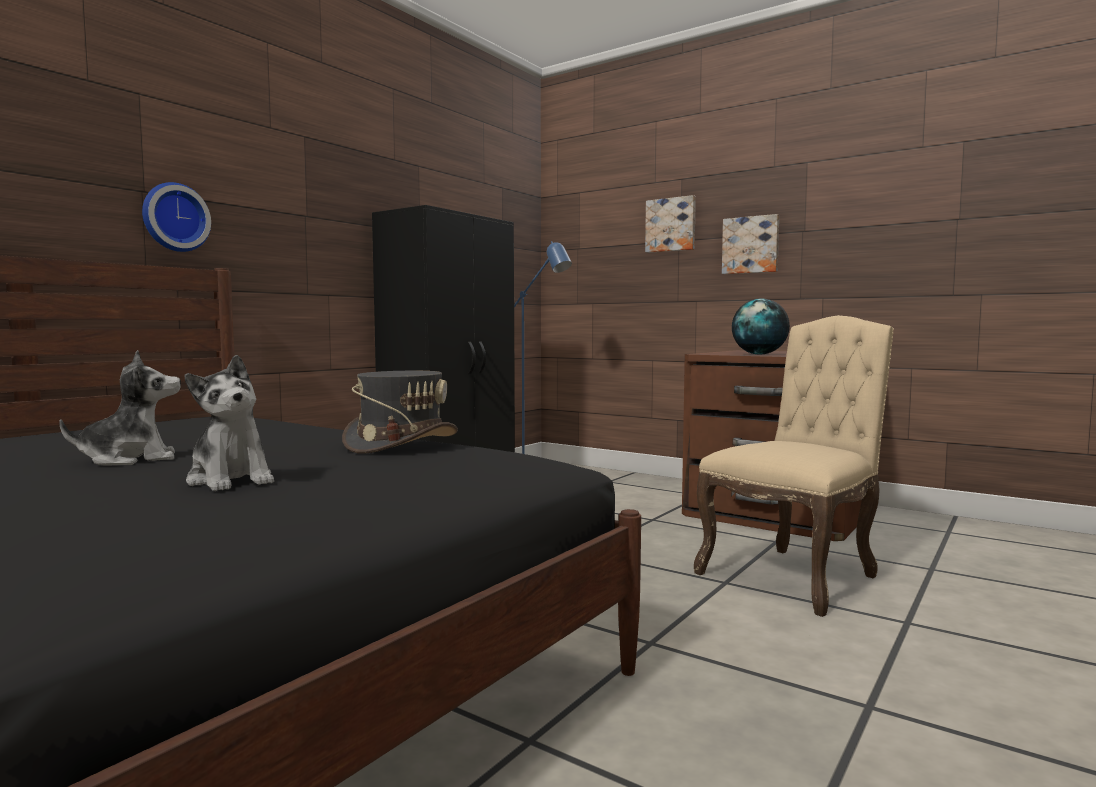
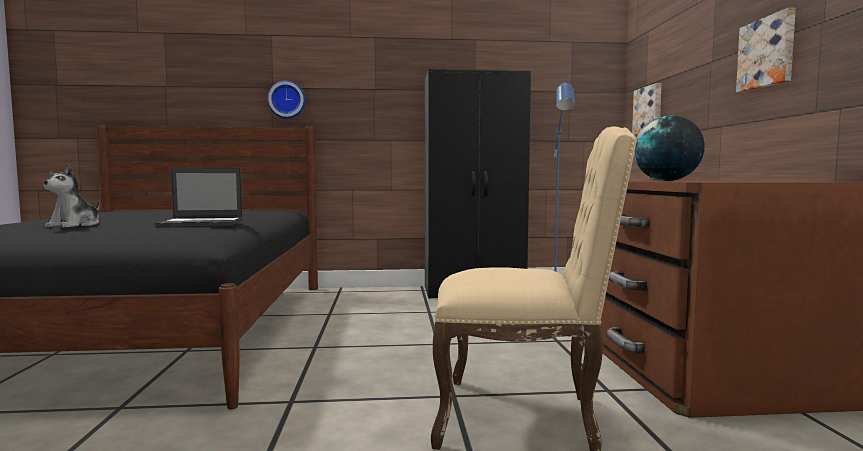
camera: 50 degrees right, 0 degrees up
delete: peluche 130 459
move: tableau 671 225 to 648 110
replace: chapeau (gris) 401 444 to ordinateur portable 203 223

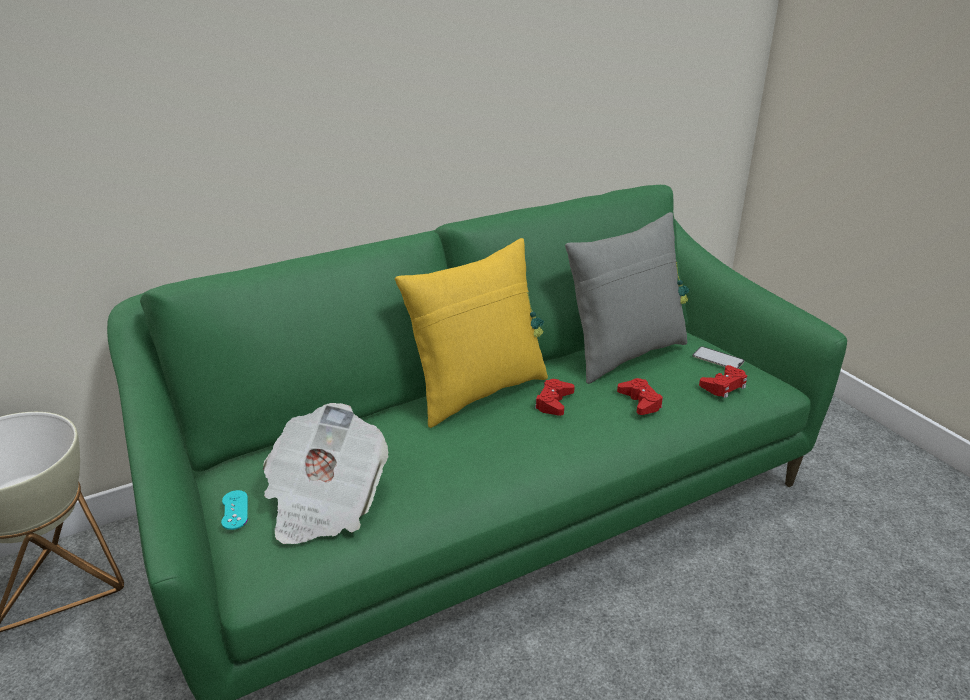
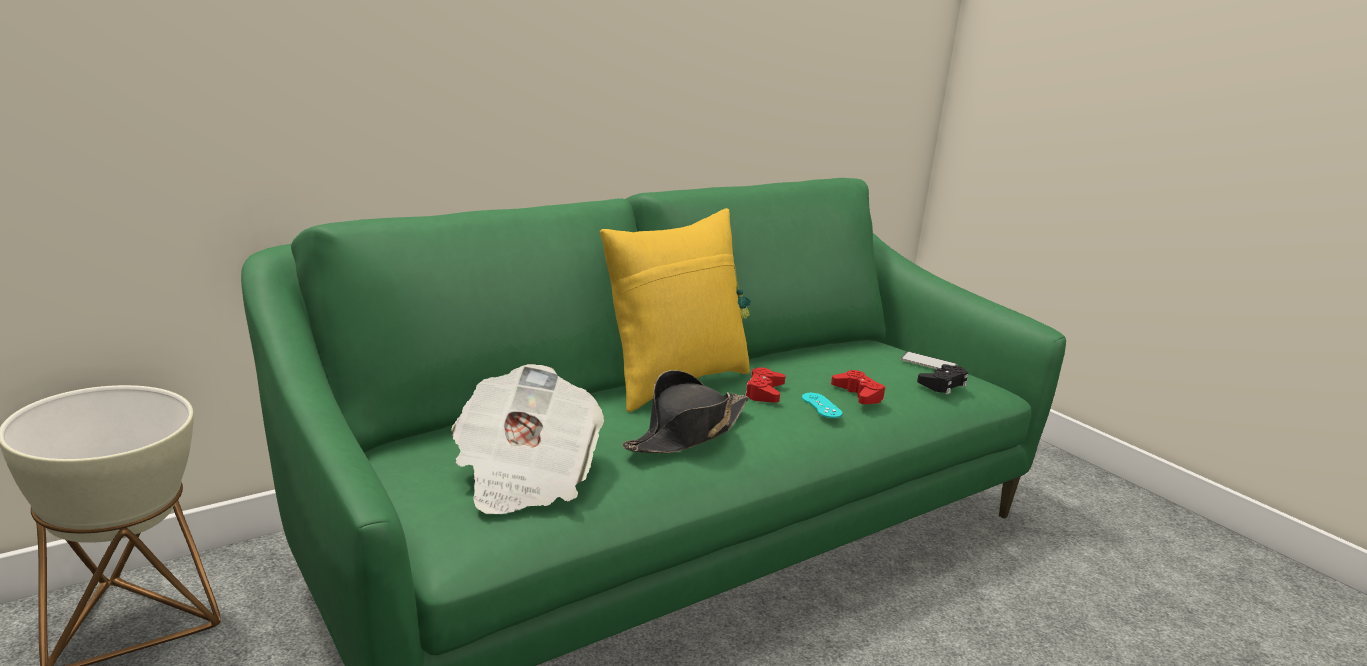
camera: 10 degrees left, 10 degrees down
delete: coussin (gris) 624 355
insert: chapeau (noir) 687 433
move: manette (turquoise) 234 510 to 821 406
recolor: manette (rouge) 723 386 to manette (noir) 943 384

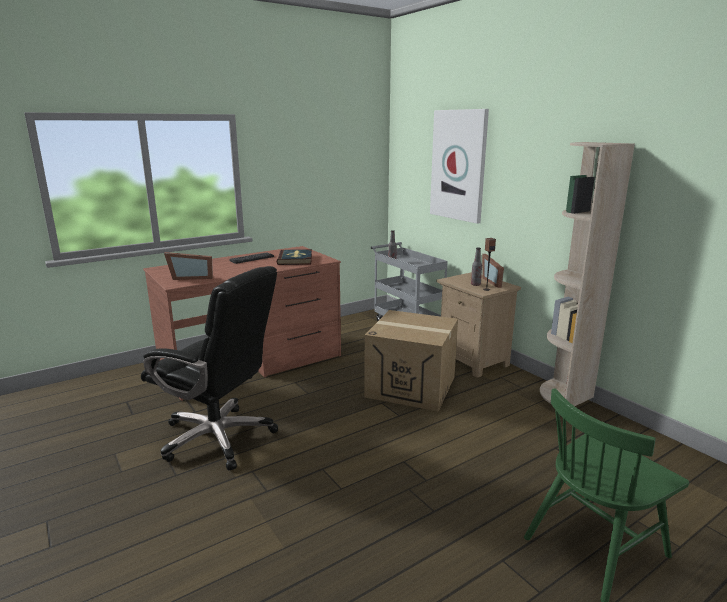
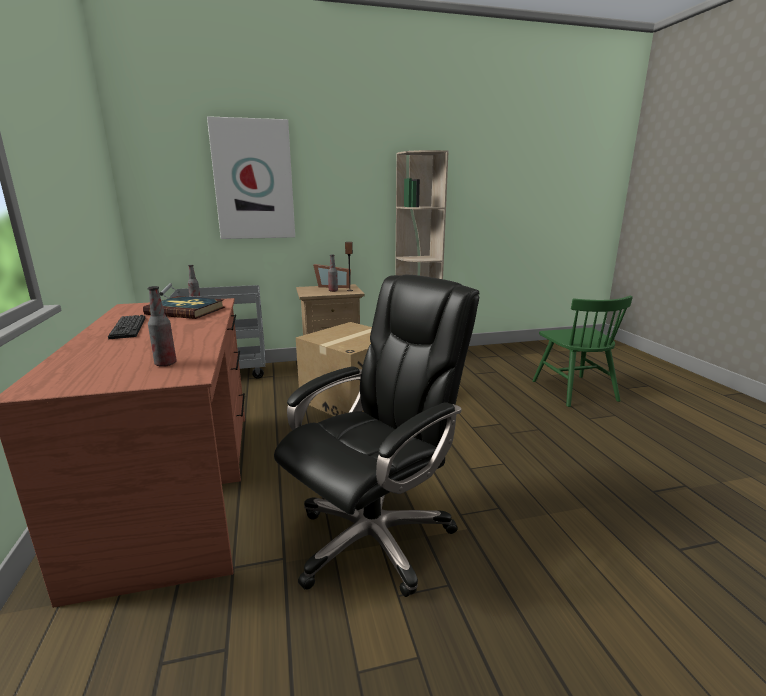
camera: 70 degrees left, 0 degrees up
replace: cadre photo 191 277 to bouteille 165 364

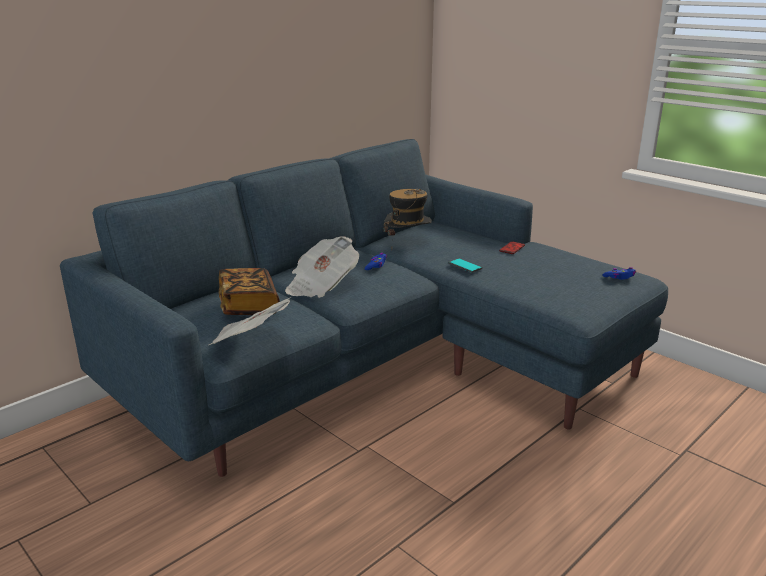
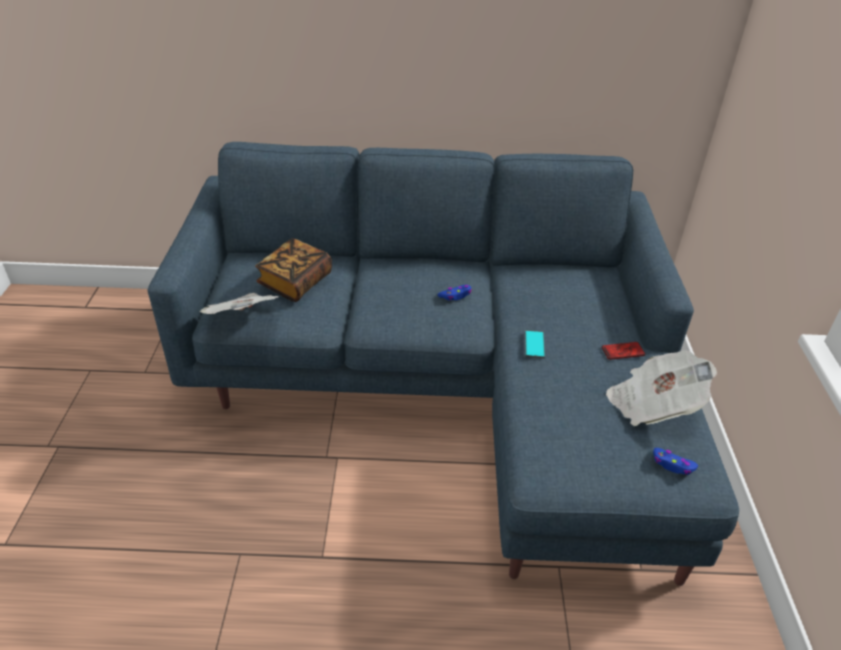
camera: 45 degrees right, 15 degrees up
delete: chapeau 407 244
move: journal 321 286 to 653 405

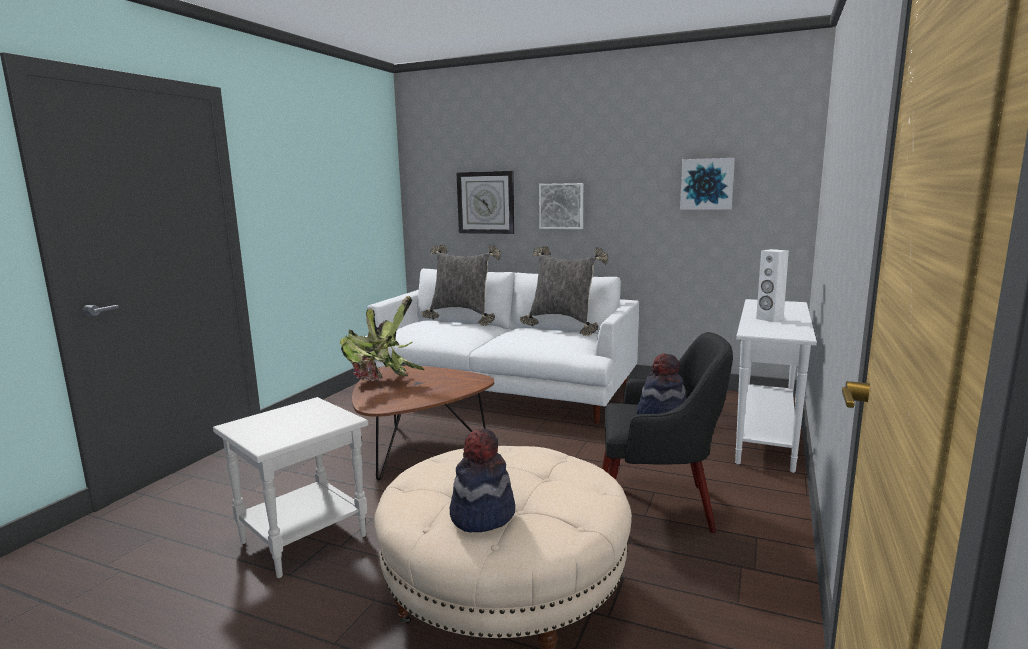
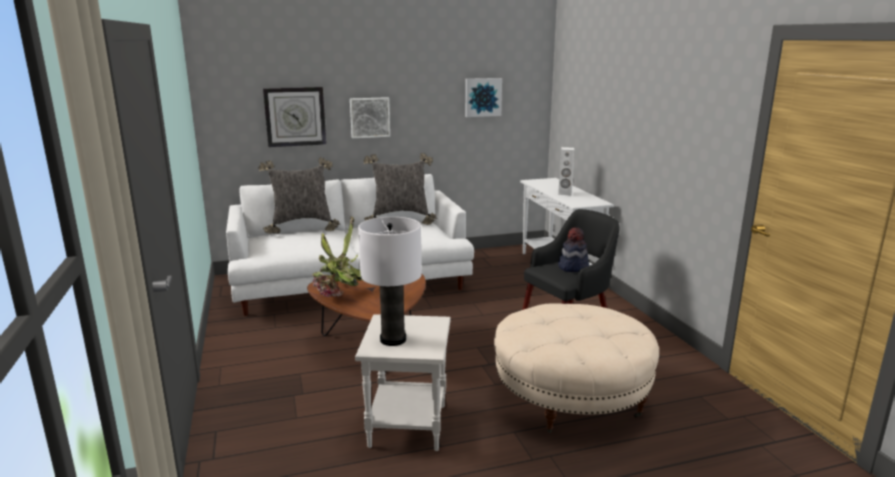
camera: 40 degrees left, 5 degrees up
delete: chapeau 481 514
insert: lampe de table (blanc) 393 340

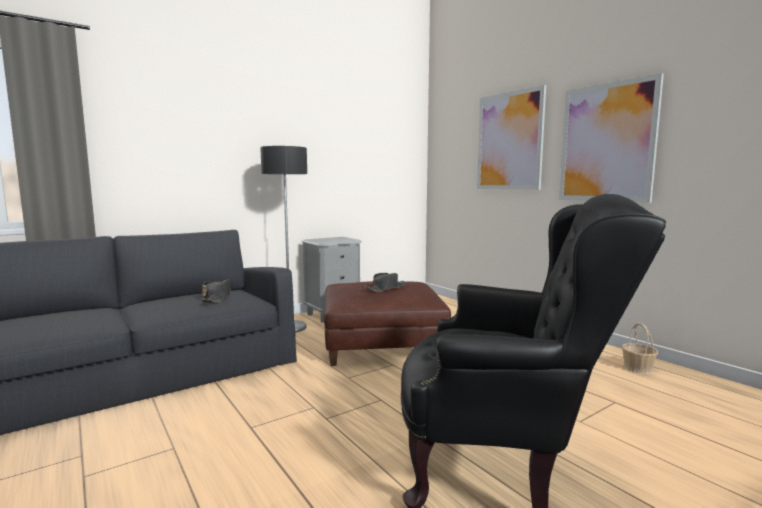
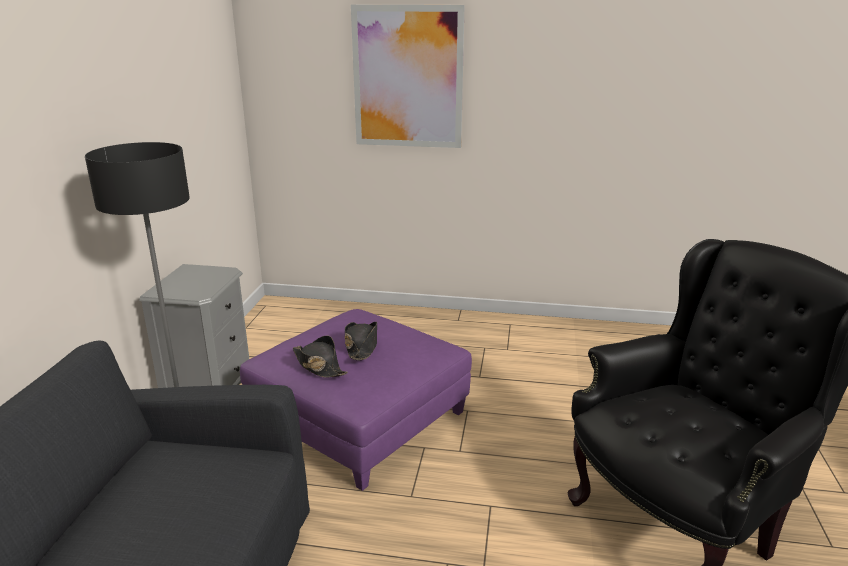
camera: 45 degrees left, 15 degrees up
delete: tableau 606 143; panier 637 368
move: chapeau (noir) 217 298 to 318 366
recolor: pouf (marron) 381 343 to pouf (violet) 359 419

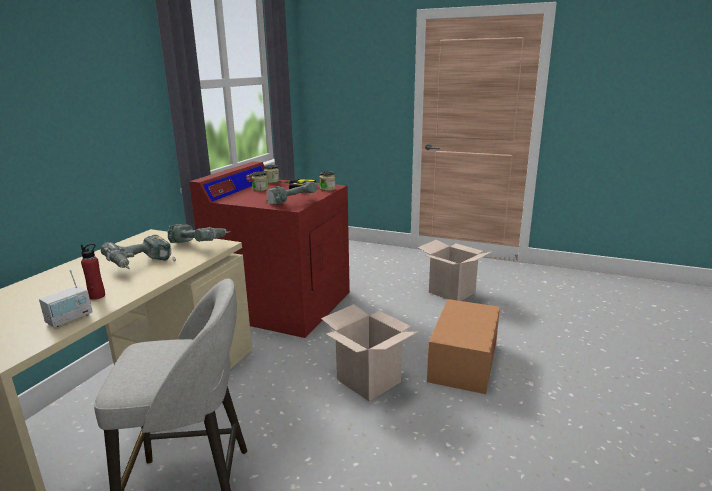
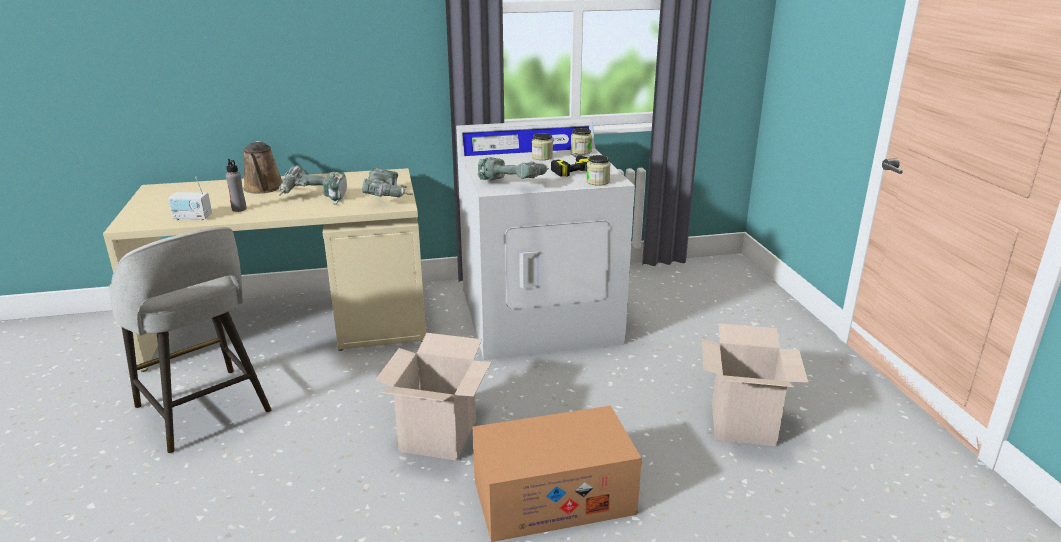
camera: 55 degrees right, 5 degrees up
insert: arrosoir (marron) 263 188
recolor: bouteille (rouge) 97 296 to bouteille (gris) 239 209; lave-linge (rouge) 282 303 to lave-linge (blanc) 539 315

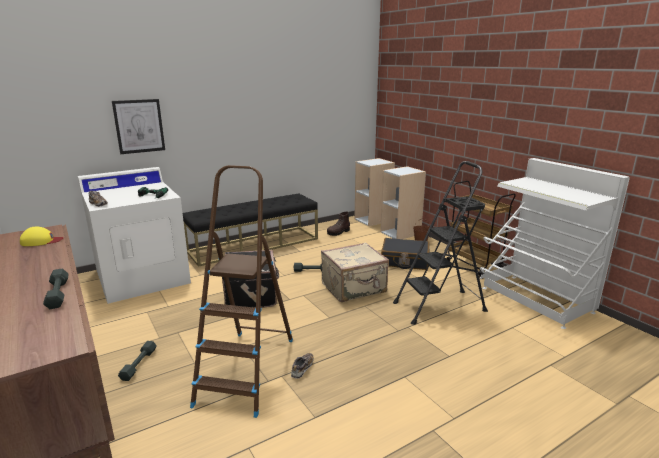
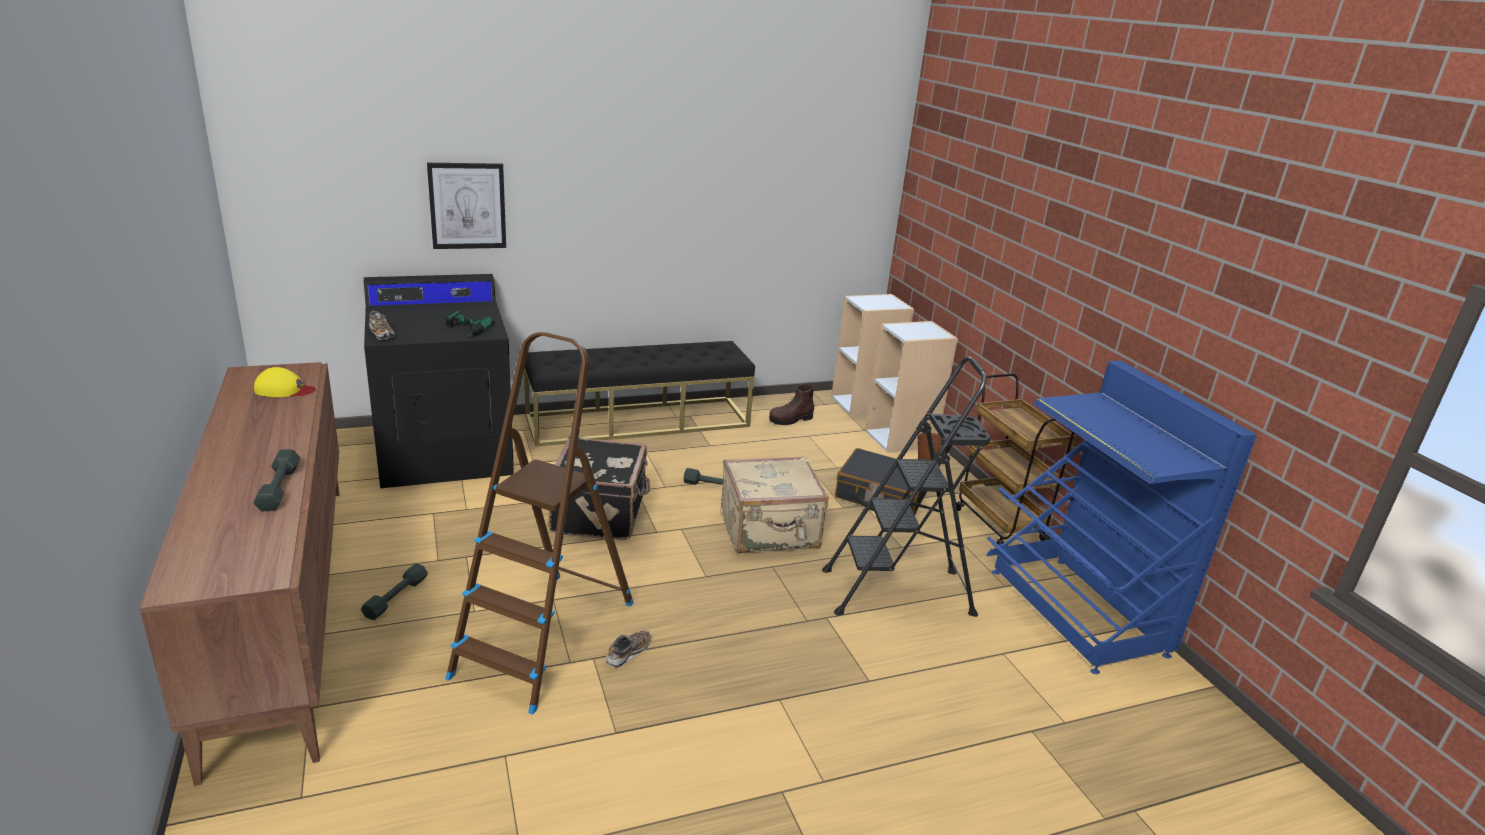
camera: 10 degrees right, 5 degrees up
recolor: lave-linge (blanc) 143 276 to lave-linge (noir) 445 450; étagère à chaussures (blanc) 533 300 to étagère à chaussures (bleu) 1070 612

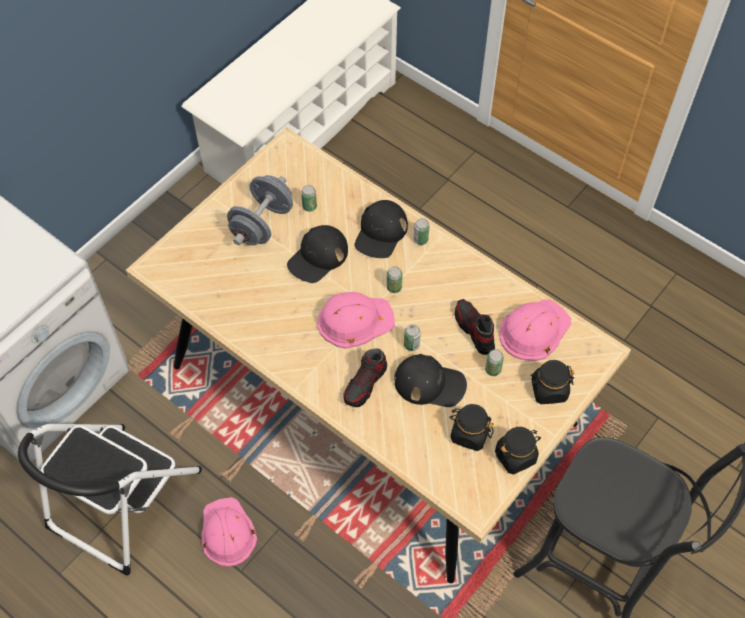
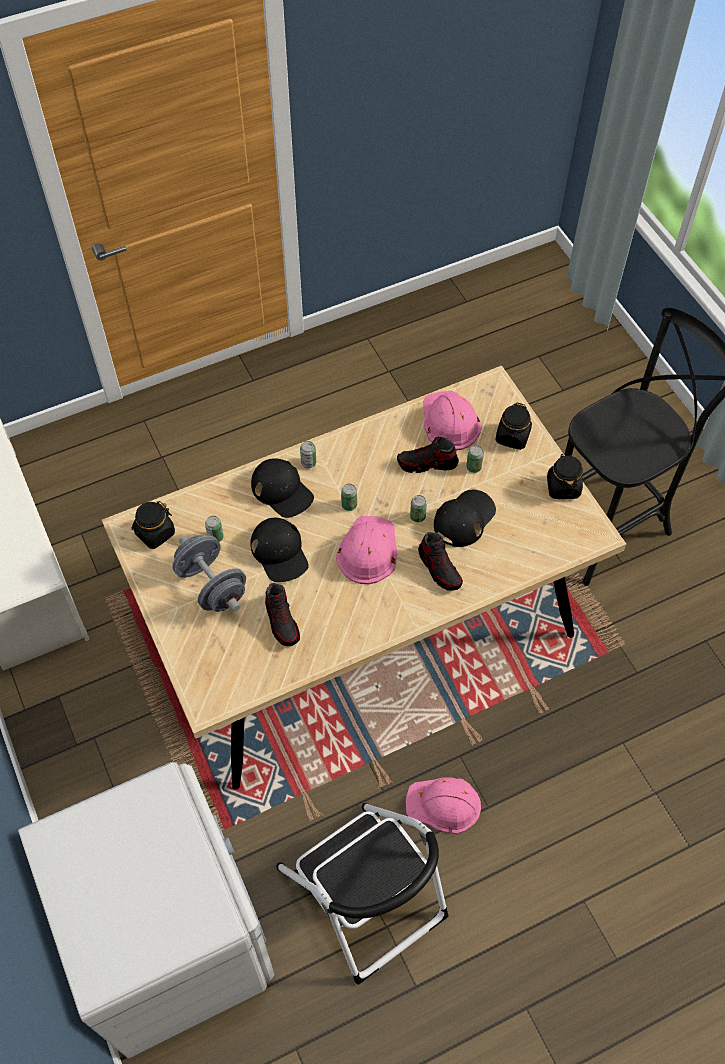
camera: 65 degrees left, 0 degrees up
insert: chaussure 282 621
move: bocal (noir) 469 434 to 155 533

